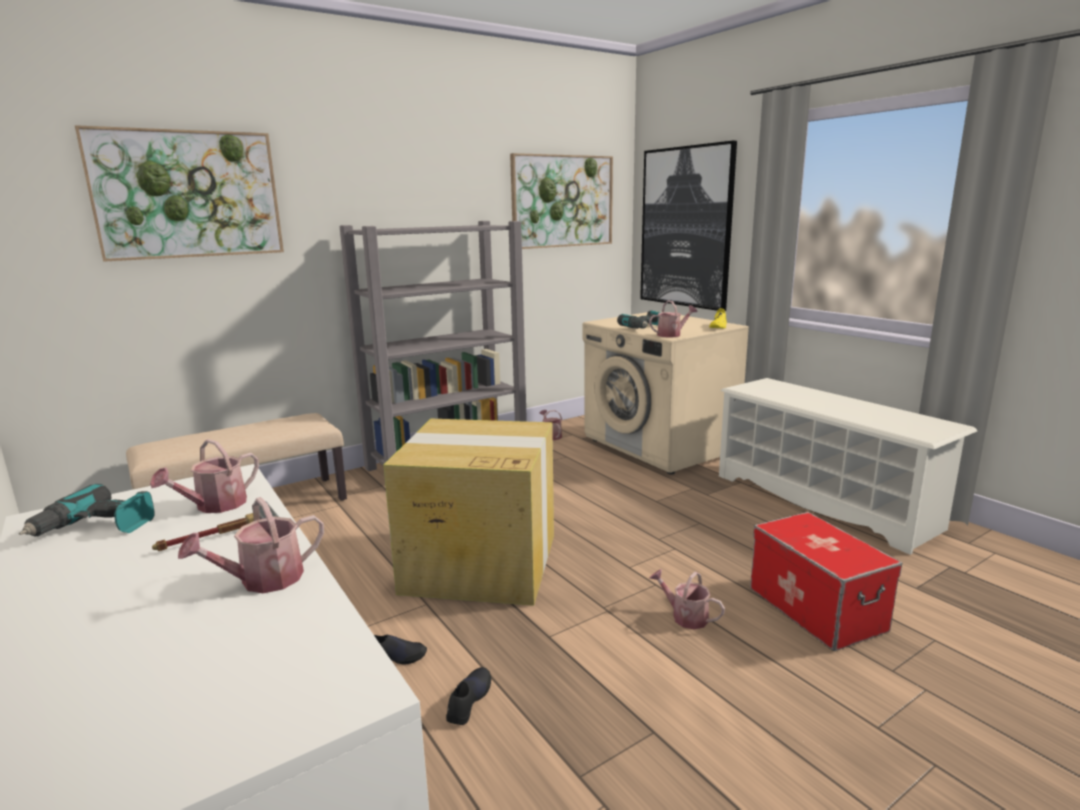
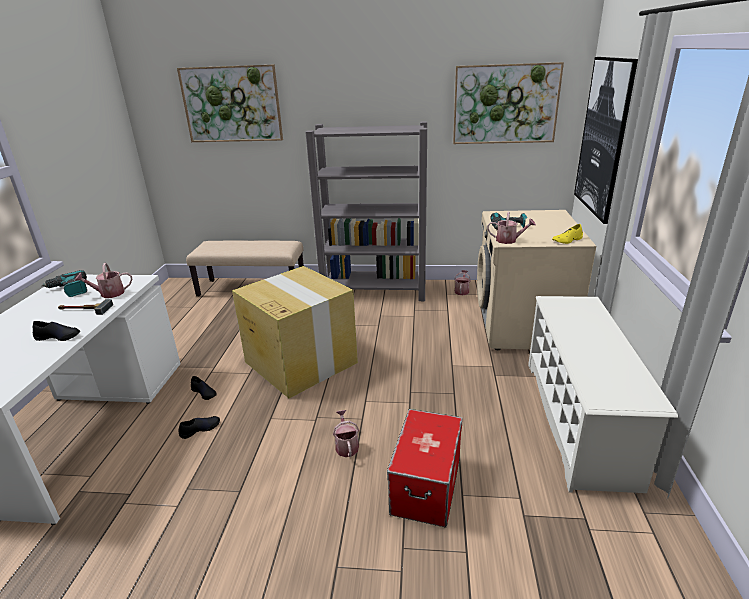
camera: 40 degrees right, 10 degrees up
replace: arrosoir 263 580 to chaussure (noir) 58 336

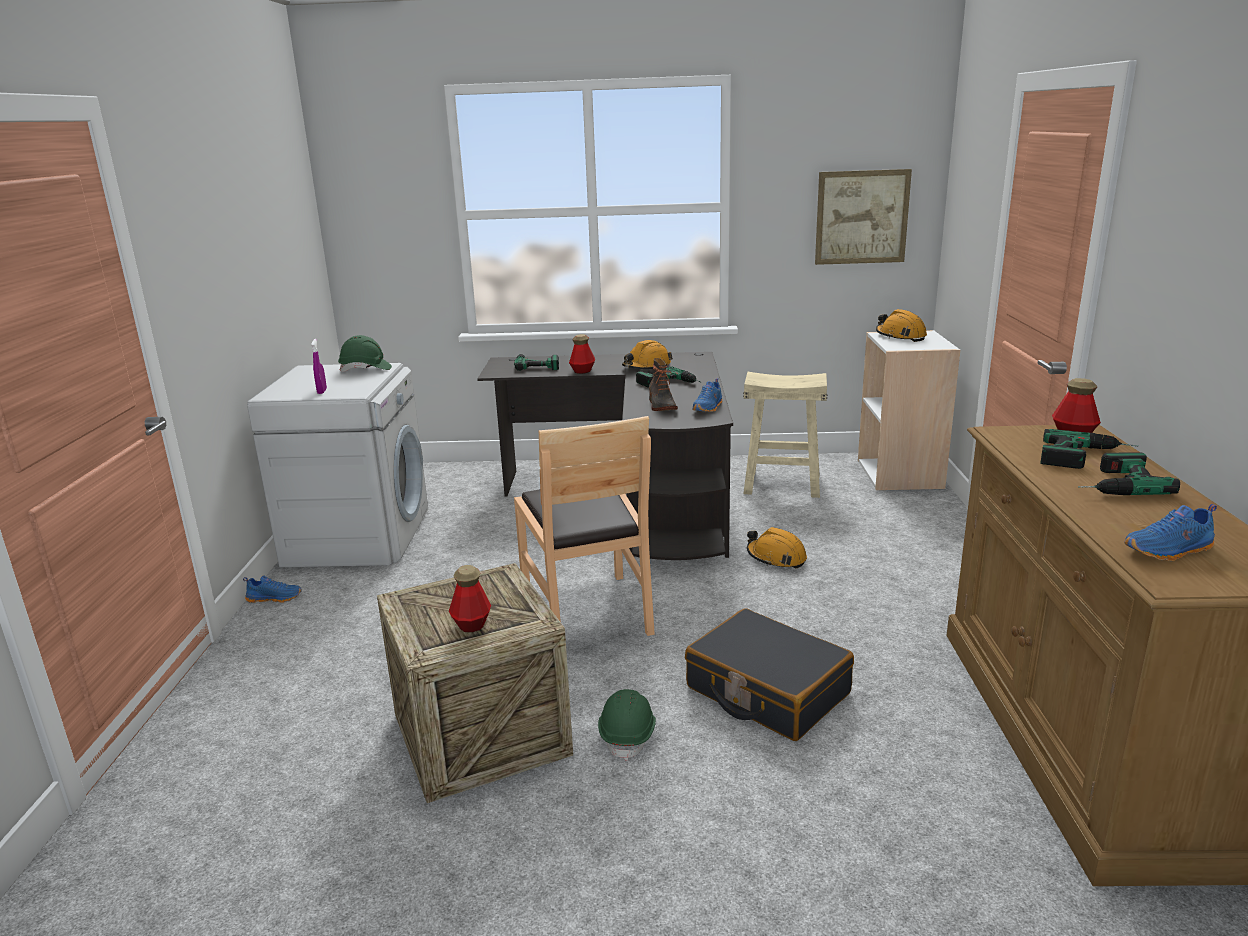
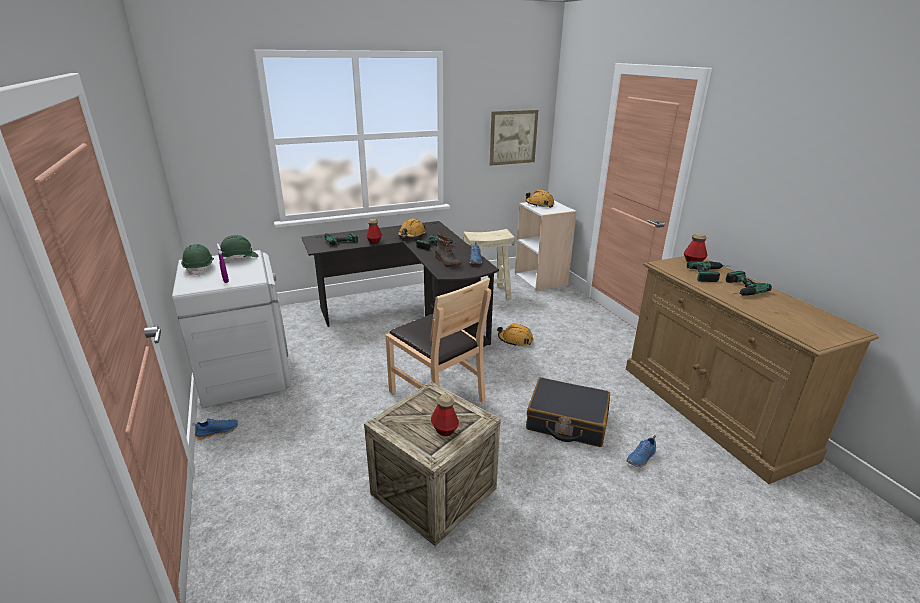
camera: 25 degrees left, 5 degrees up
move: casque de chantier (vert) 628 735 to 200 268; chaussure (bleu) 1169 551 to 641 458

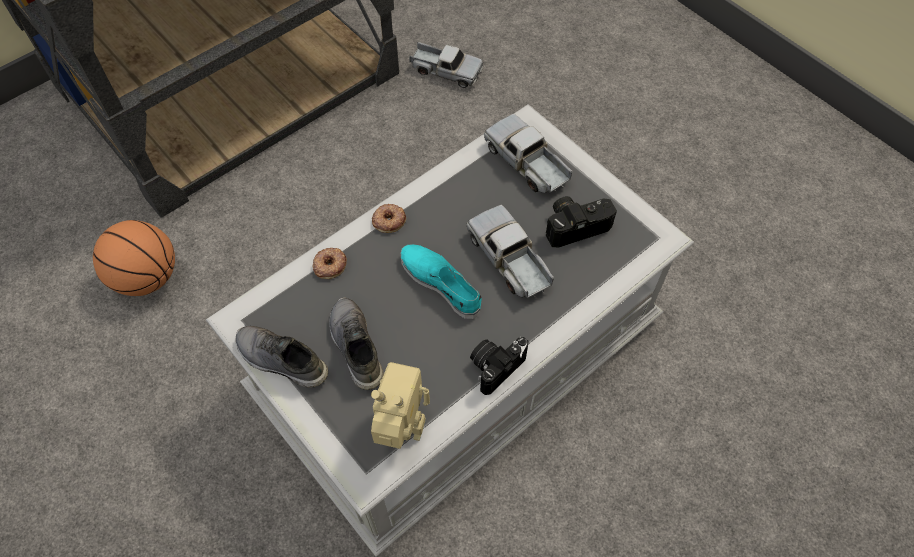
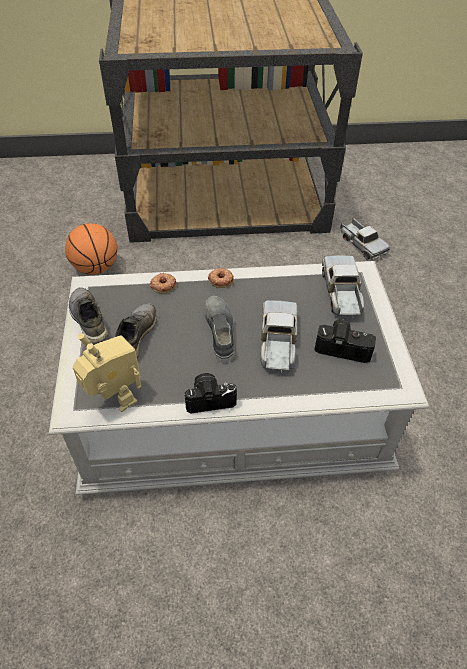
camera: 35 degrees right, 10 degrees down
recolor: chaussure (turquoise) 441 283 to chaussure (gris) 220 331

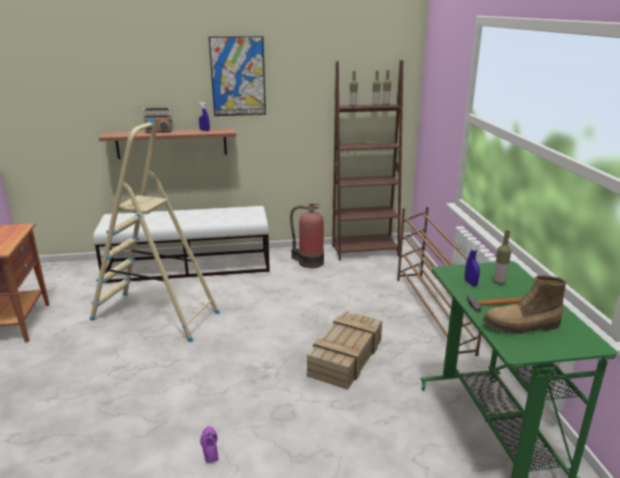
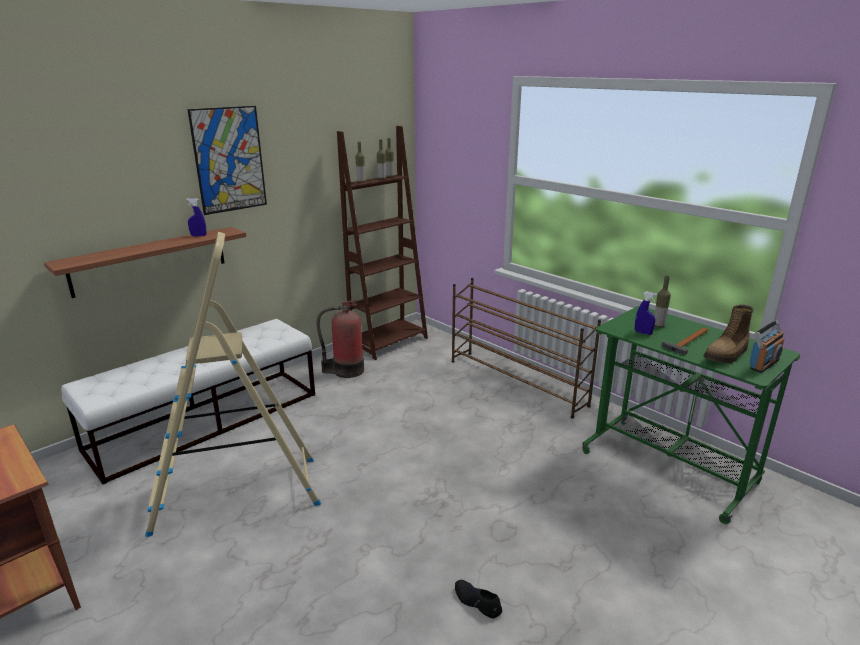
camera: 35 degrees left, 0 degrees up
delete: caisse 346 356
move: radio 158 131 to 763 364
recolor: chaussure (violet) 209 447 to chaussure (noir) 477 602

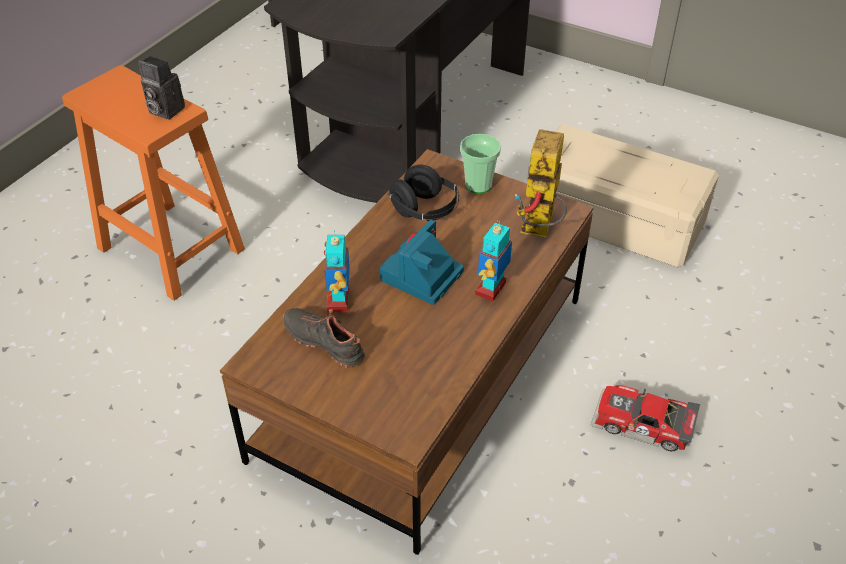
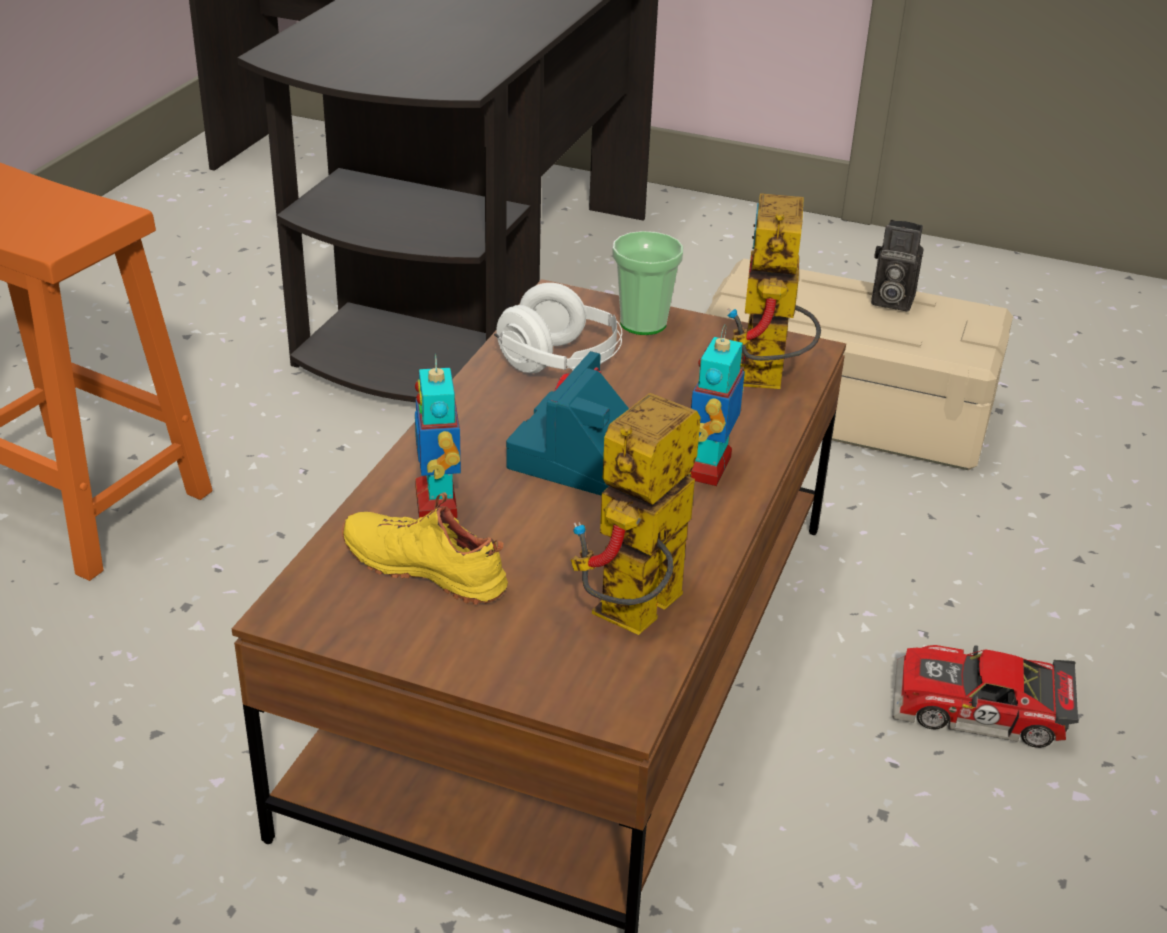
camera: 10 degrees left, 10 degrees down
insert: robot jouet 634 619
move: appareil photo 164 110 to 889 301
recolor: chaussure (noir) 325 341 to chaussure (jaune) 427 567; casque audio (noir) 425 210 to casque audio (blanc) 560 363

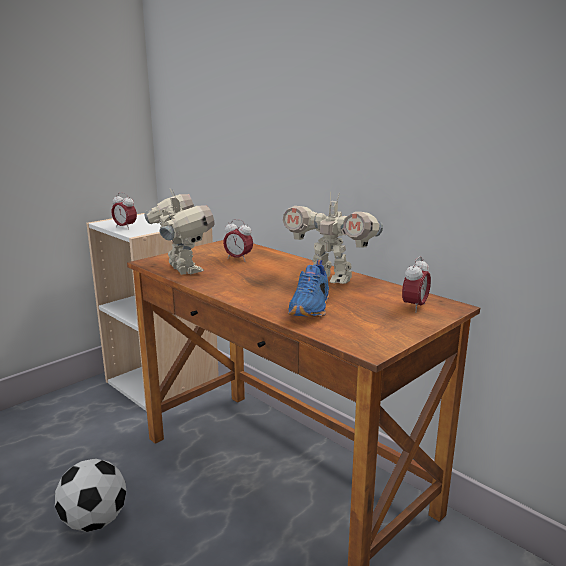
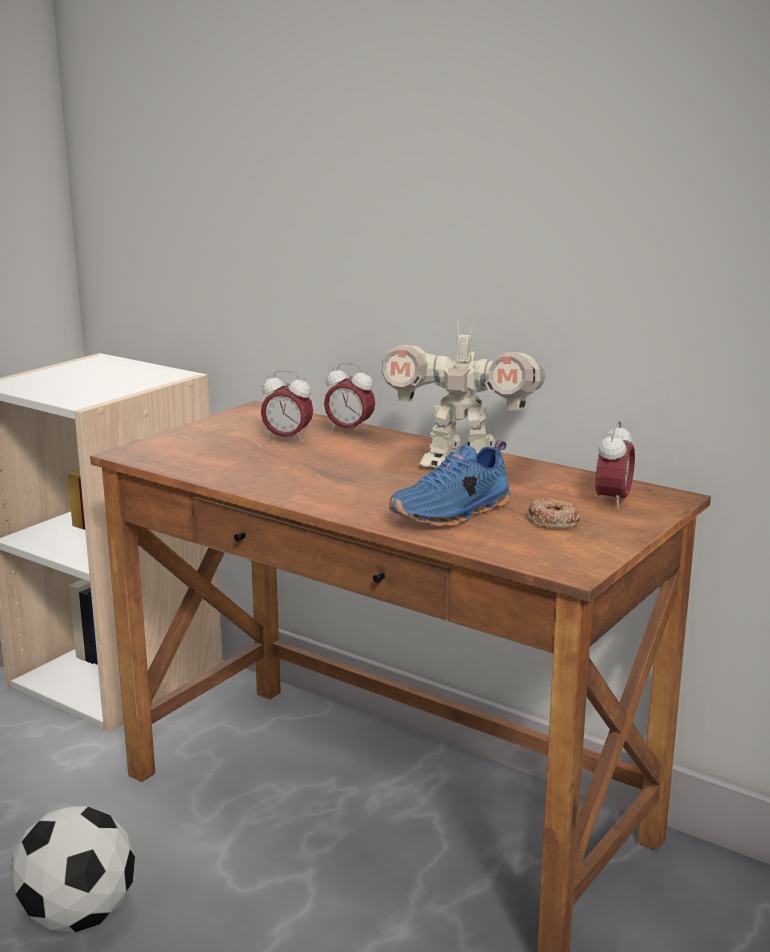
camera: 10 degrees left, 0 degrees up
delete: robot jouet 182 270
insert: beignet 553 520
move: réveil 125 227 to 349 431
rotate: chaussure (bleu) 311 308 = 453 514 45 degrees clockwise

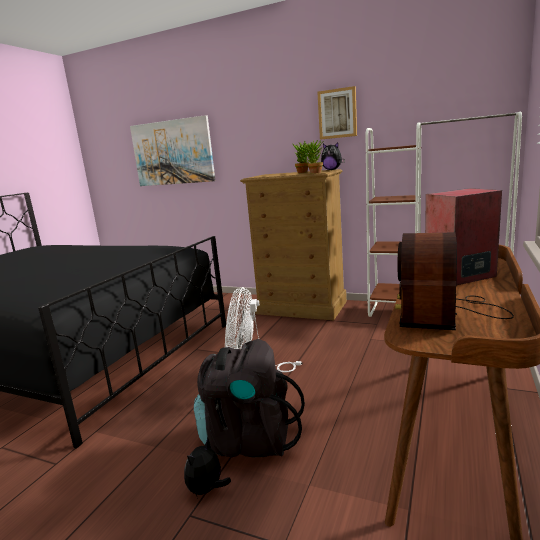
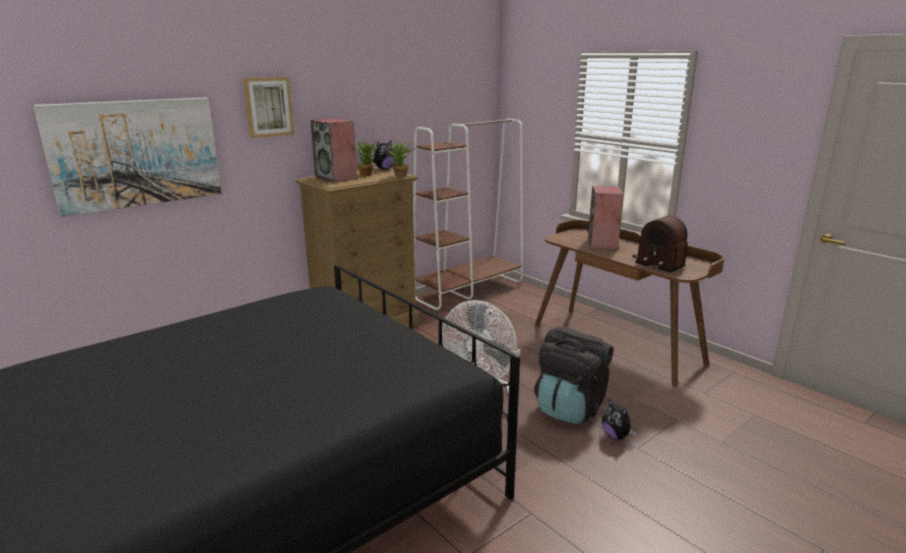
camera: 65 degrees left, 5 degrees up
insert: enceinte 336 178
move: tableau 337 113 to 268 107

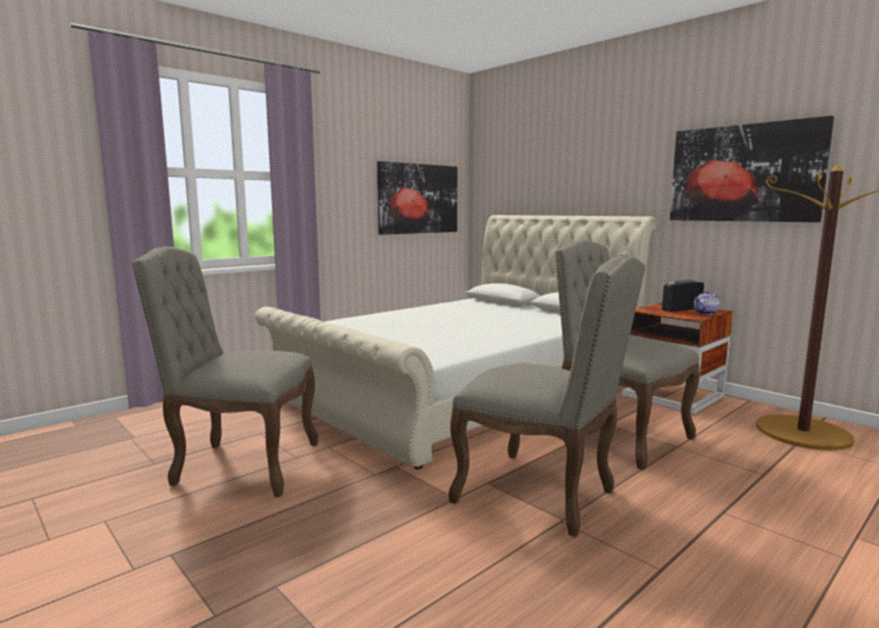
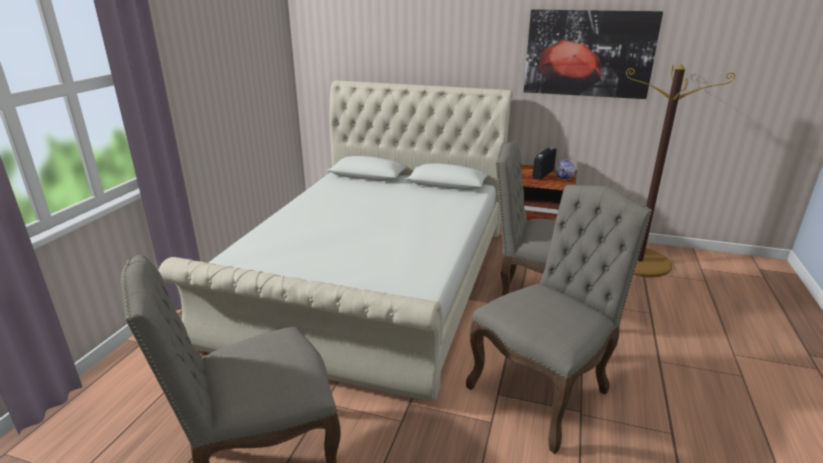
camera: 30 degrees left, 15 degrees up
delete: tableau 418 199
rotate: chaise (gris) 539 495 = 544 391 45 degrees counterclockwise

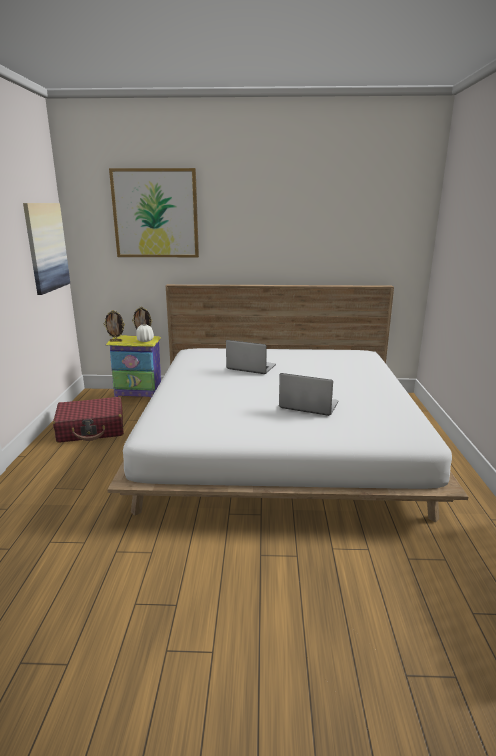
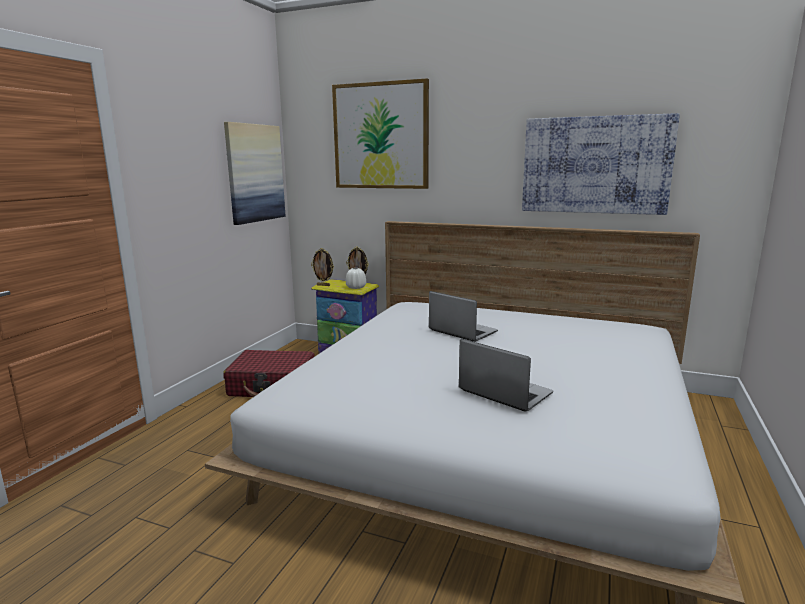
camera: 20 degrees right, 5 degrees down
insert: tableau 595 165

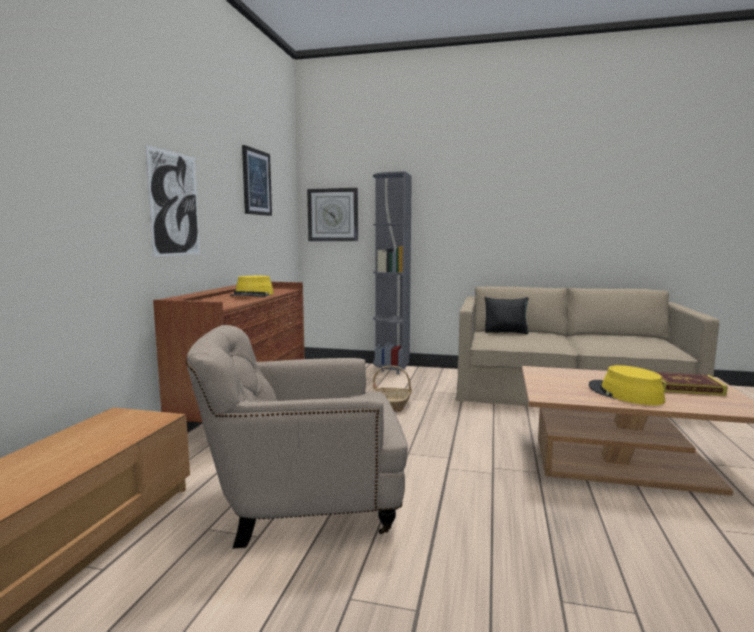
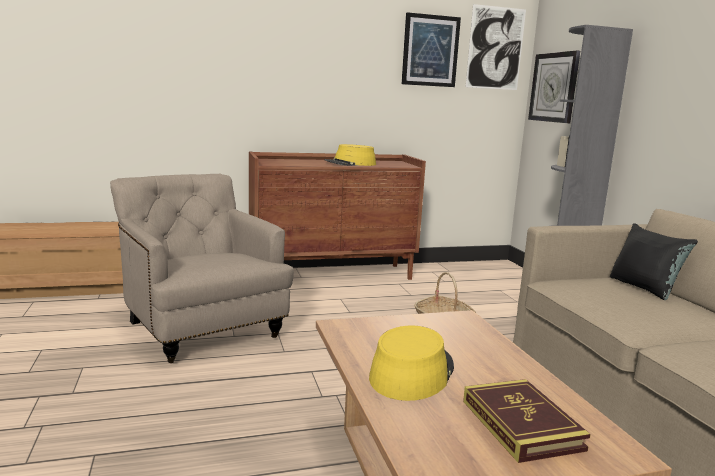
camera: 60 degrees right, 5 degrees up
move: tableau 175 204 to 495 48

